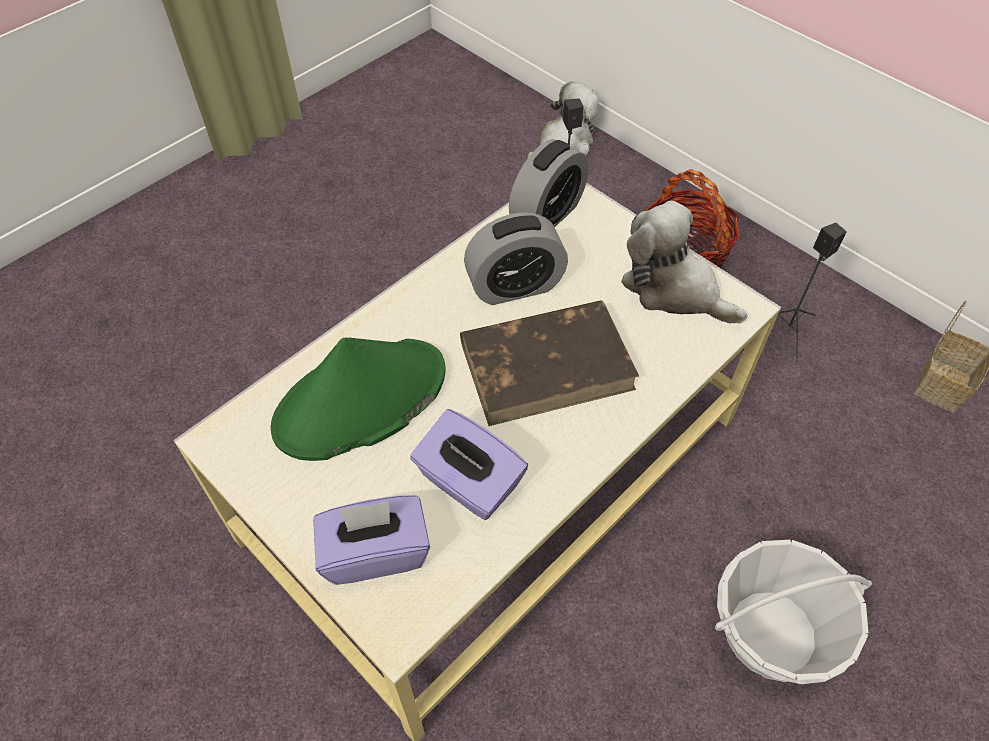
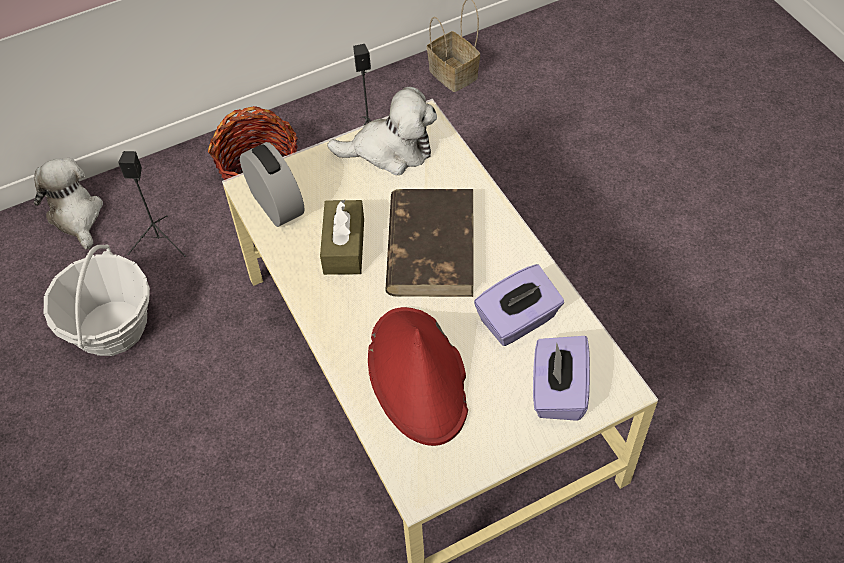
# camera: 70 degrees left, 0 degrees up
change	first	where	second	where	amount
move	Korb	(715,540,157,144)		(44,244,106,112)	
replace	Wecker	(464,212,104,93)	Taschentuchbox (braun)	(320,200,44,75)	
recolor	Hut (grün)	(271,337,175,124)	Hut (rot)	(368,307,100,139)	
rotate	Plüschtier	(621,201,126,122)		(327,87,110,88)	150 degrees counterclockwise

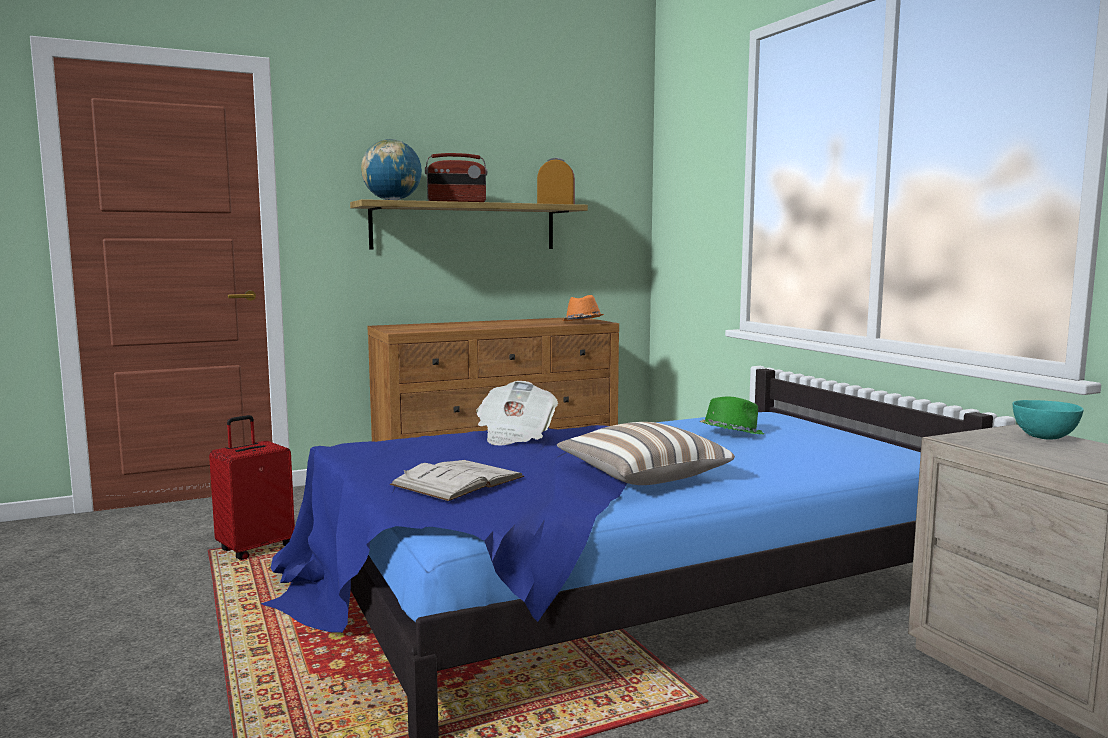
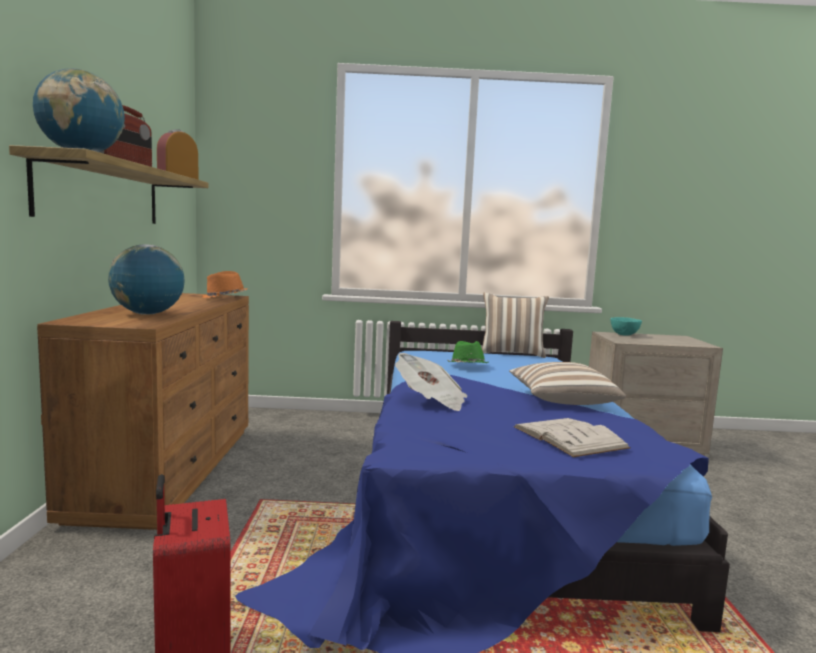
# camera: 65 degrees left, 0 degrees up
change	first	where	second	where	amount
insert			Globus	(108,244,77,71)	
insert			Kissen	(482,292,67,66)	

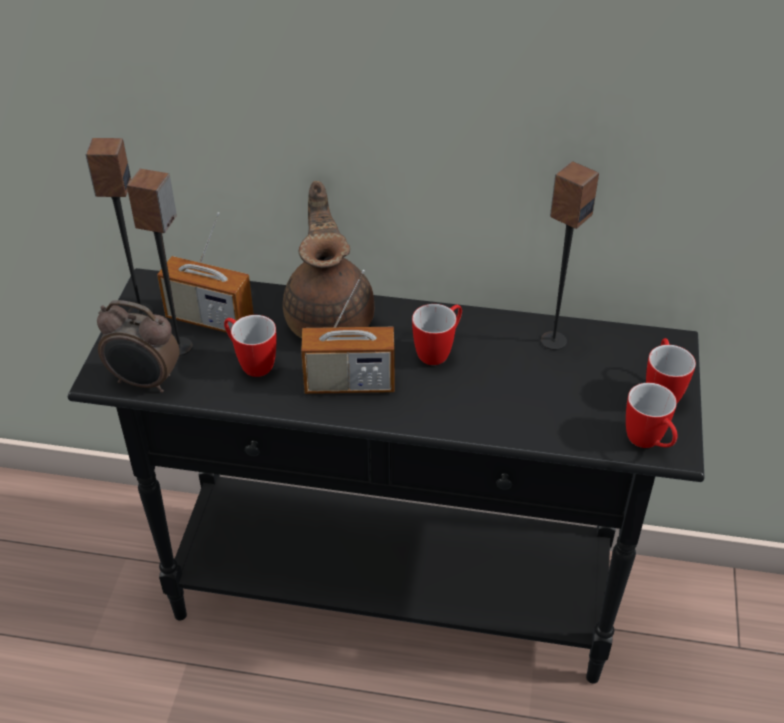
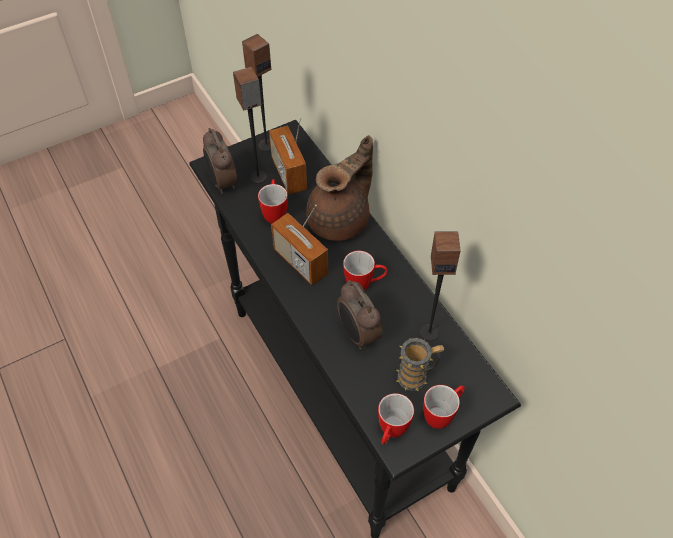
# camera: 50 degrees right, 10 degrees up
change	first	where	second	where	amount
insert			Wecker	(337,280,45,69)	
insert			Henkelbecher	(396,338,48,54)	

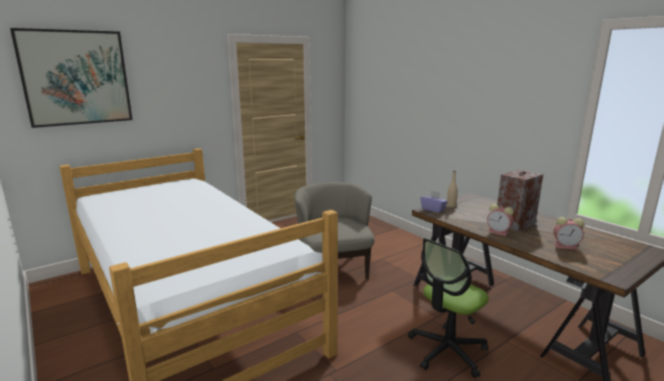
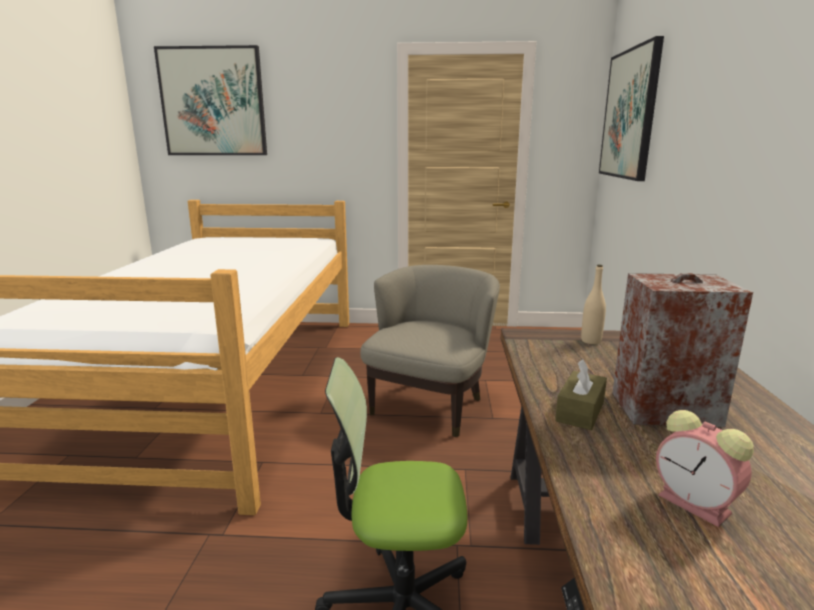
# camera: 40 degrees right, 0 degrees up
change	first	where	second	where	amount
delete	Taschentuchbox (lila)	(420,191,28,22)			
insert			Bild	(599,36,65,145)	
replace	Wecker	(487,204,27,32)	Taschentuchbox (braun)	(555,360,52,70)	

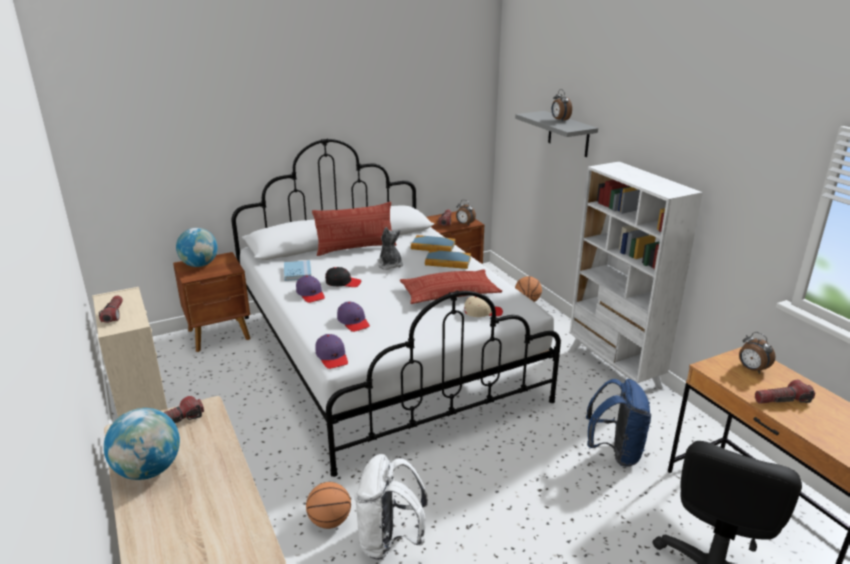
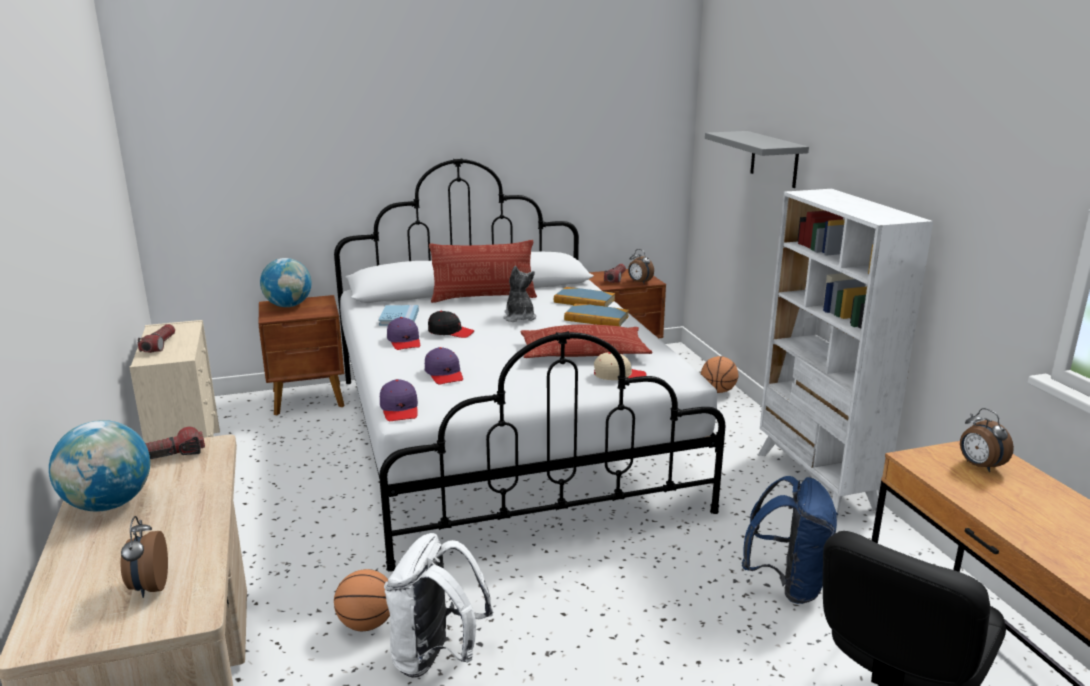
# camera: 10 degrees right, 5 degrees down
change	first	where	second	where	amount
delete	Taschenlampe	(755,380,60,24)			
move	Wecker	(552,89,20,33)		(121,516,47,82)	

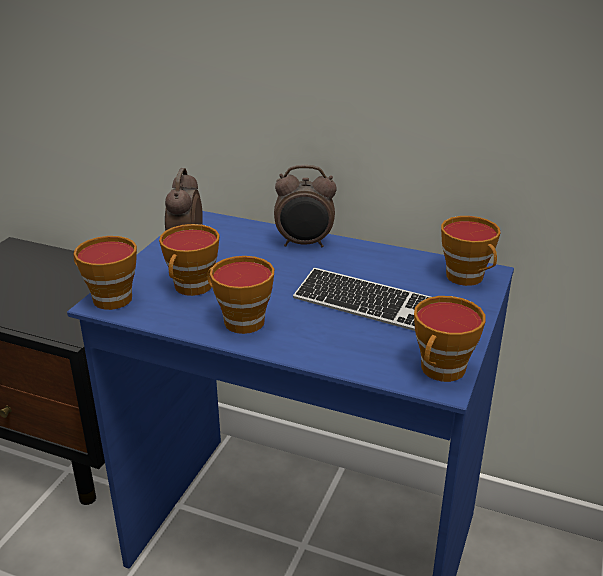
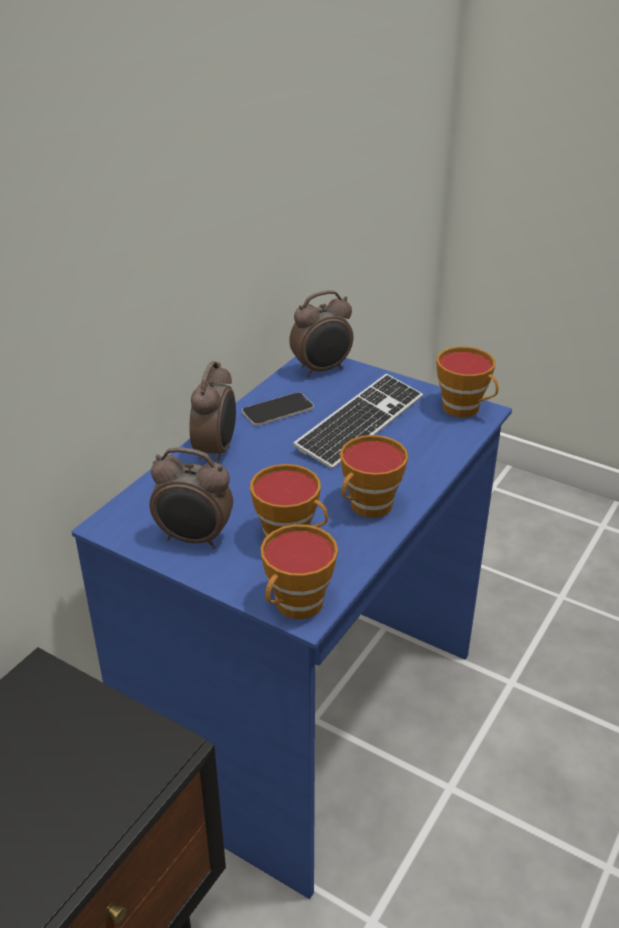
# camera: 80 degrees left, 5 degrees up
change	first	where	second	where	amount
insert			Handy	(242,392,72,34)	
replace	Tasse	(441,216,60,70)	Wecker	(289,290,64,87)	

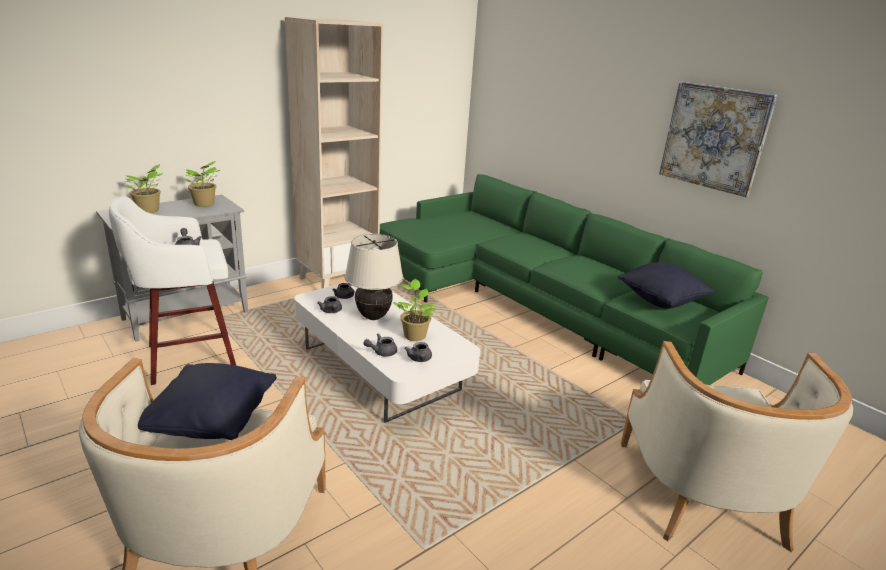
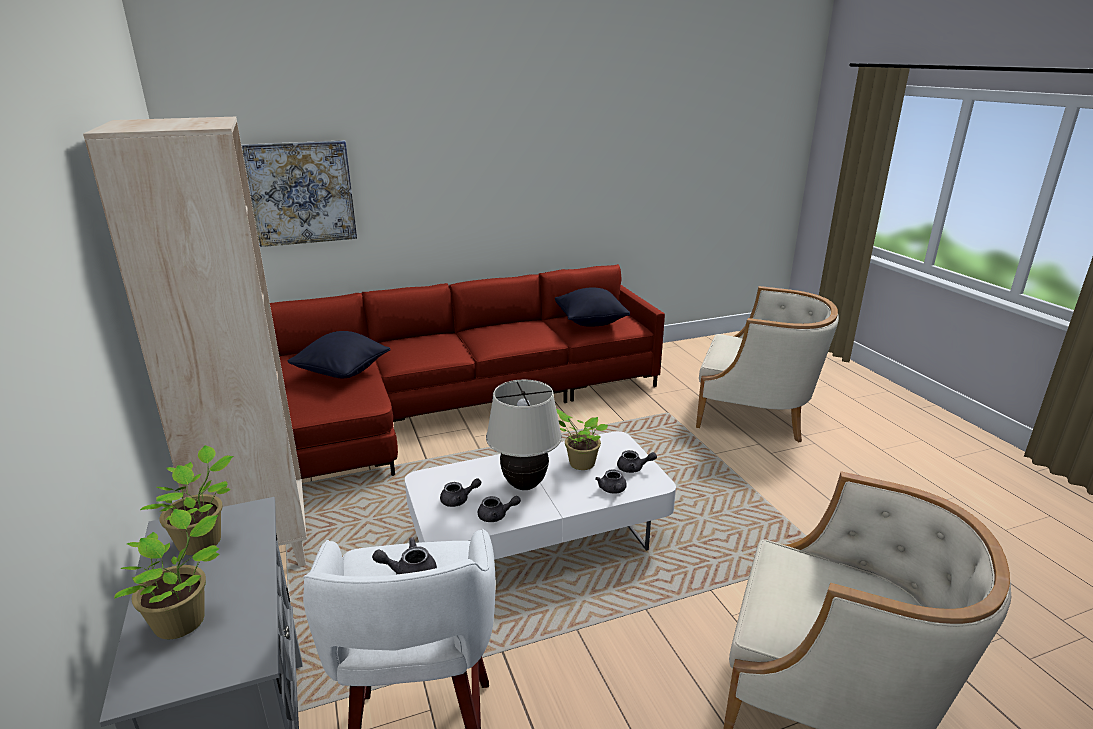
# camera: 70 degrees left, 0 degrees up
change	first	where	second	where	amount
move	Kissen (schwarz)	(138,363,139,77)		(288,331,103,47)	
move	Bild	(659,82,119,115)		(241,140,116,107)	
recolor	Sofa (grün)	(380,174,389,211)	Sofa (rot)	(270,264,395,215)	

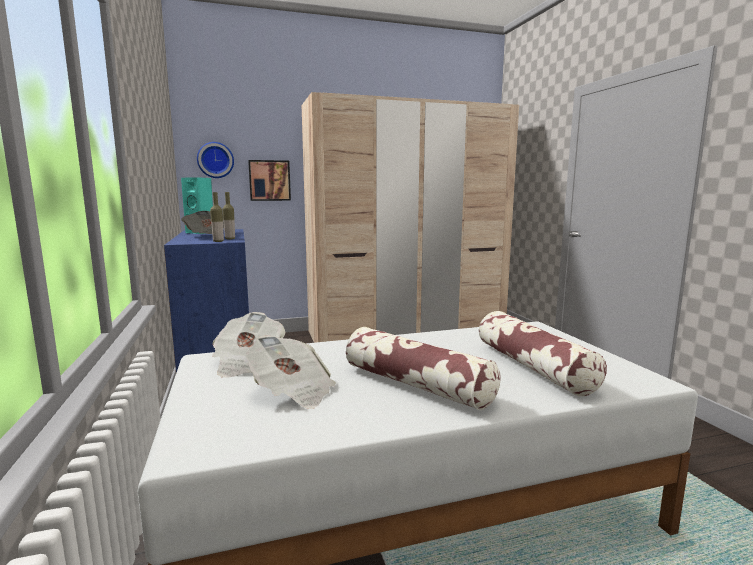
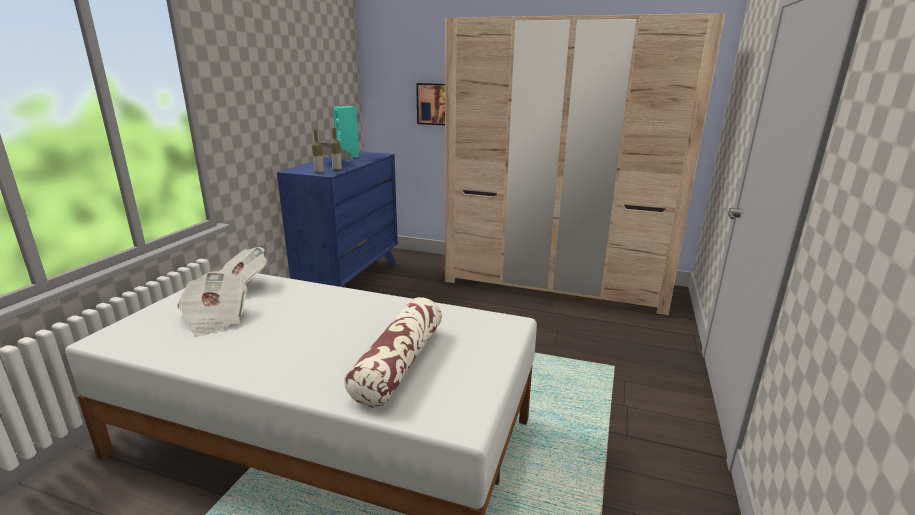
# camera: 35 degrees right, 10 degrees up
change	first	where	second	where	amount
delete	Wanduhr	(197,142,37,36)			
delete	Kissen	(346,327,154,83)			

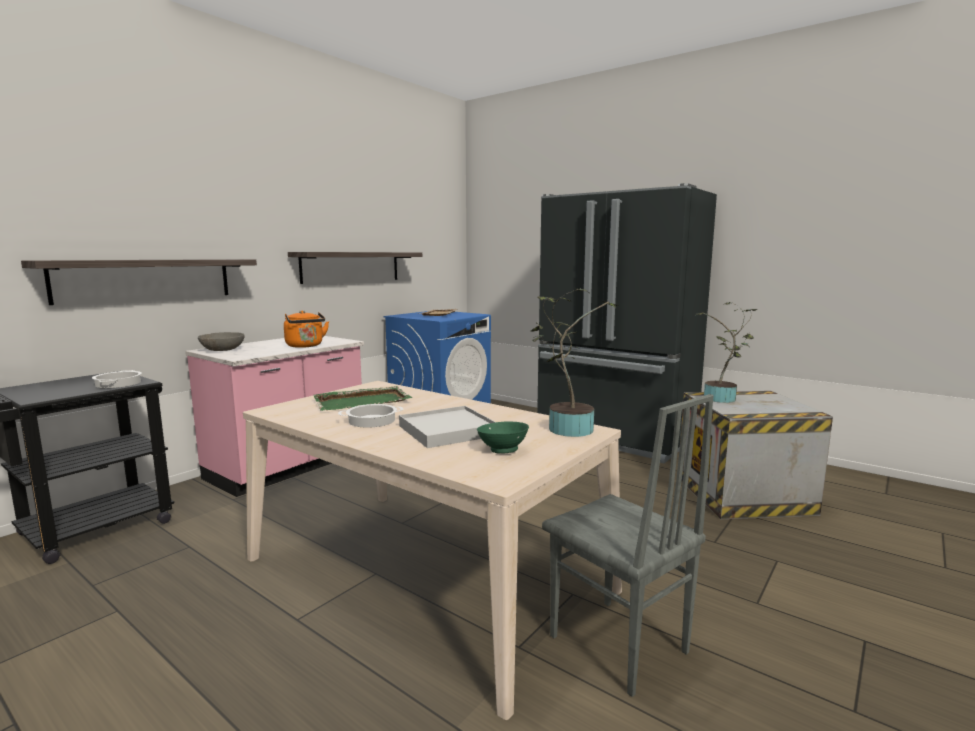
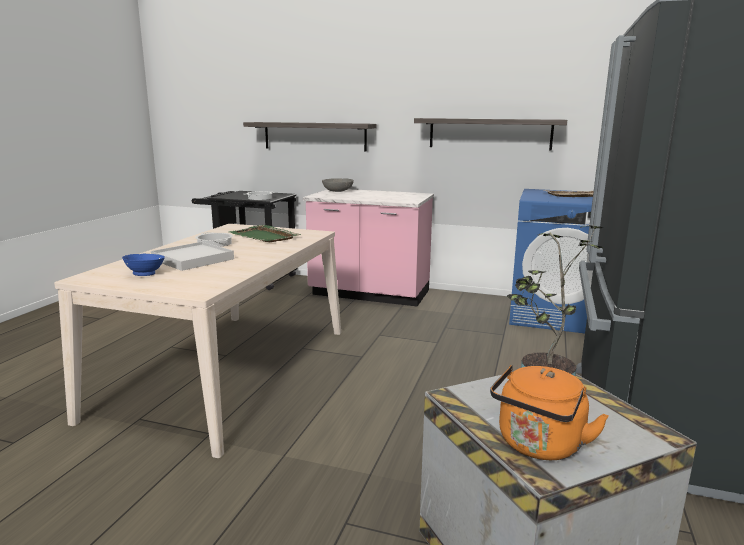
# camera: 70 degrees right, 5 degrees up
change	first	where	second	where	amount
delete	Topfpflanze	(531,288,87,149)			
delete	Stuhl (grau)	(542,394,172,303)			
move	Wasserkessel (orange)	(284,310,45,38)		(490,365,119,95)	
recolor	Schüssel (grün)	(477,421,52,33)	Schüssel (blau)	(122,254,43,22)	

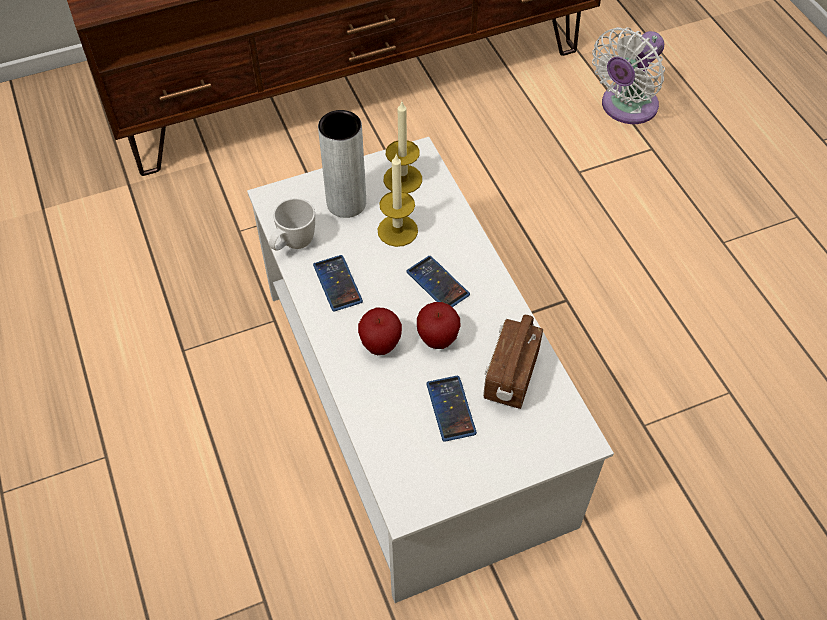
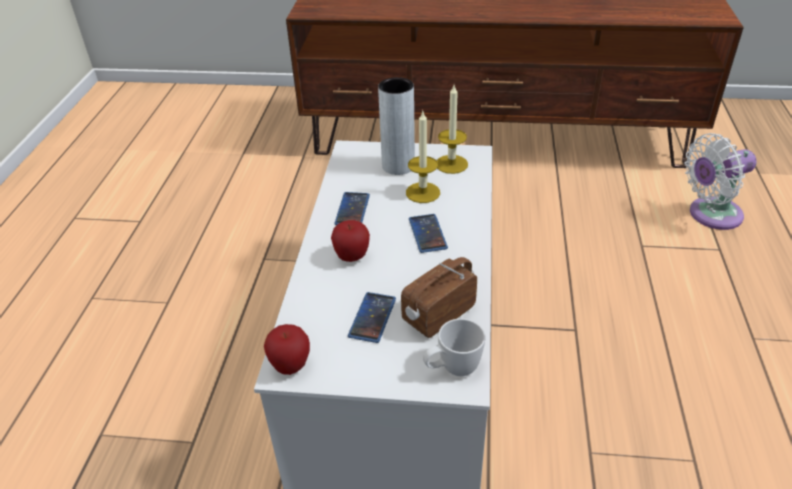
# camera: 30 degrees right, 15 degrees down
change	first	where	second	where	amount
move	Henkelbecher (weiß)	(269,198,46,53)		(423,319,63,57)	
move	Apfel	(417,302,44,47)		(264,324,46,51)	

